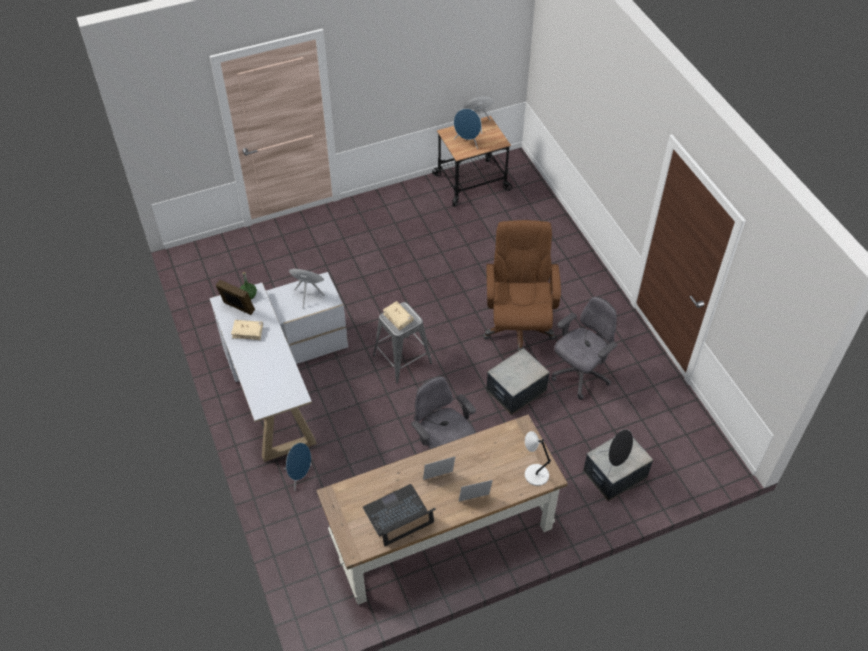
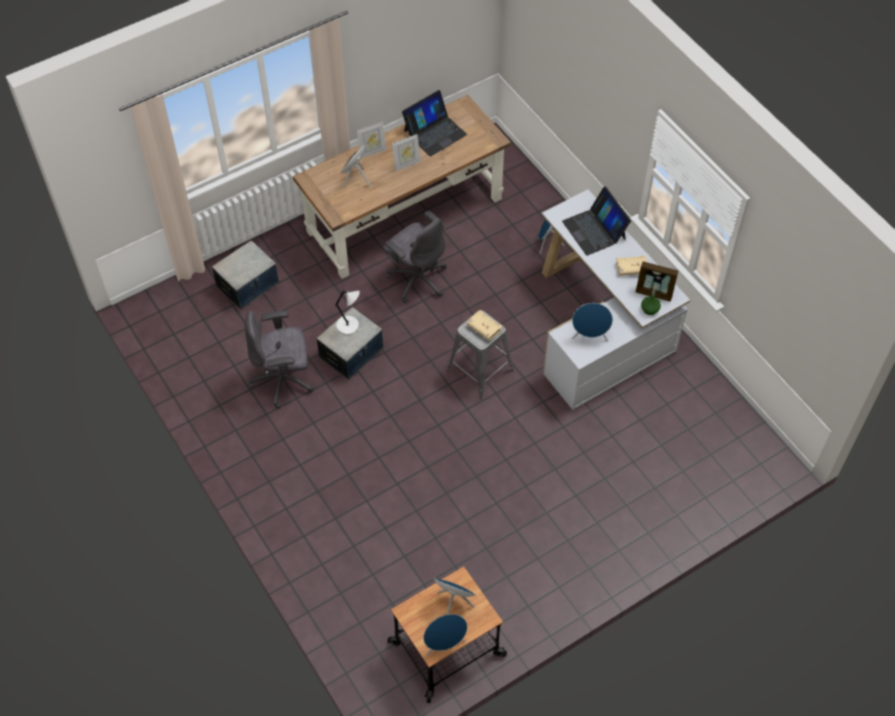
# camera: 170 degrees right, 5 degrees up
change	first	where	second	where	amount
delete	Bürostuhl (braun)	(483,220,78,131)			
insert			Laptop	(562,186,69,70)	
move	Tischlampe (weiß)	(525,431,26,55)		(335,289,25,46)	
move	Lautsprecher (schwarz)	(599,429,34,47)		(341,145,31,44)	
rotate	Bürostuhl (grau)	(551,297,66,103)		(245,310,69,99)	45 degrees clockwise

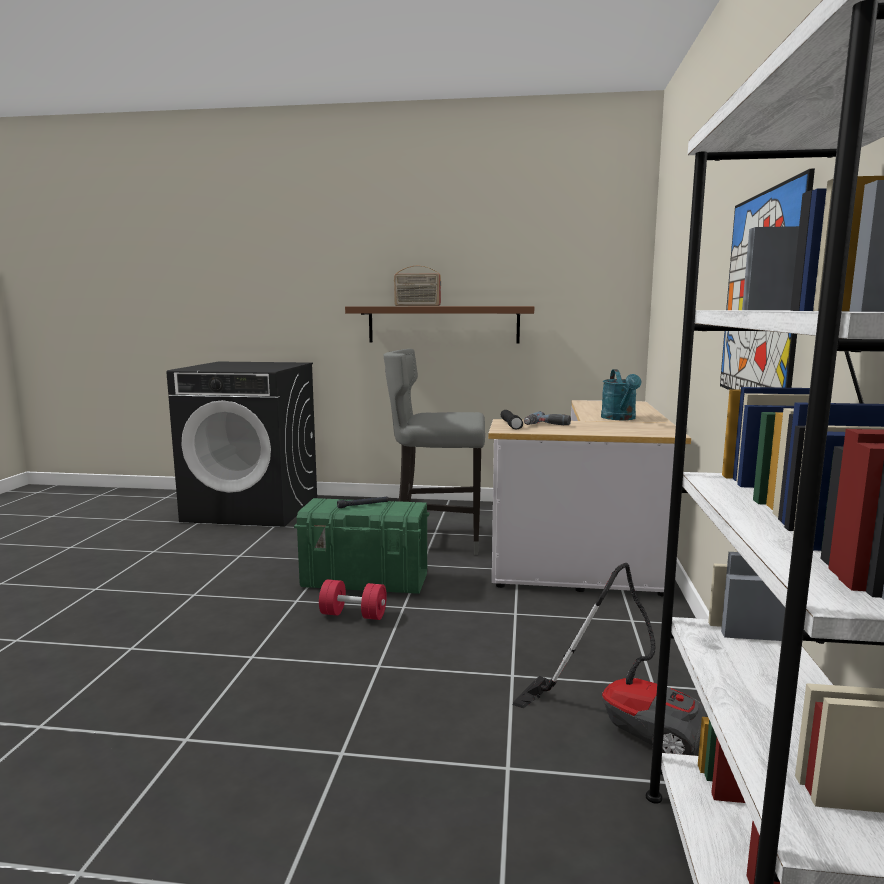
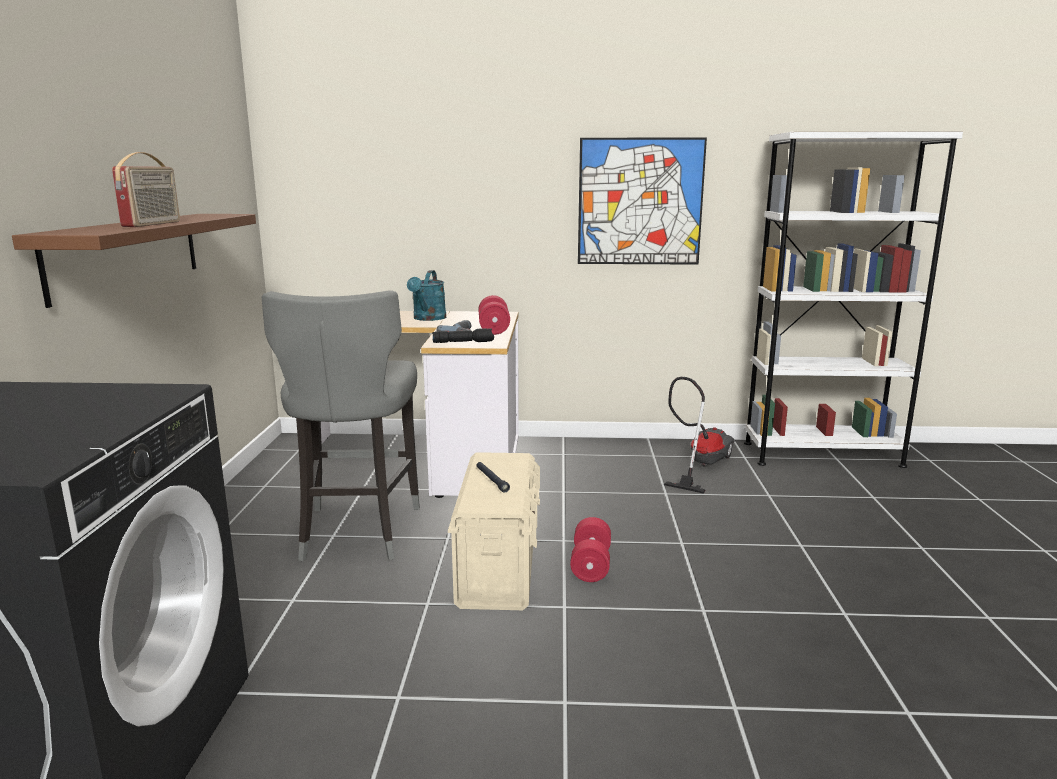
# camera: 95 degrees left, 5 degrees up
change	first	where	second	where	amount
insert			Hantel (rot)	(478,295,32,40)	
recolor	Aufbewahrungsbox (grün)	(294,498,136,96)	Aufbewahrungsbox (beige)	(448,452,92,158)	
rotate	Gießkanne (türkis)	(601,369,41,51)		(407,270,39,51)	105 degrees clockwise

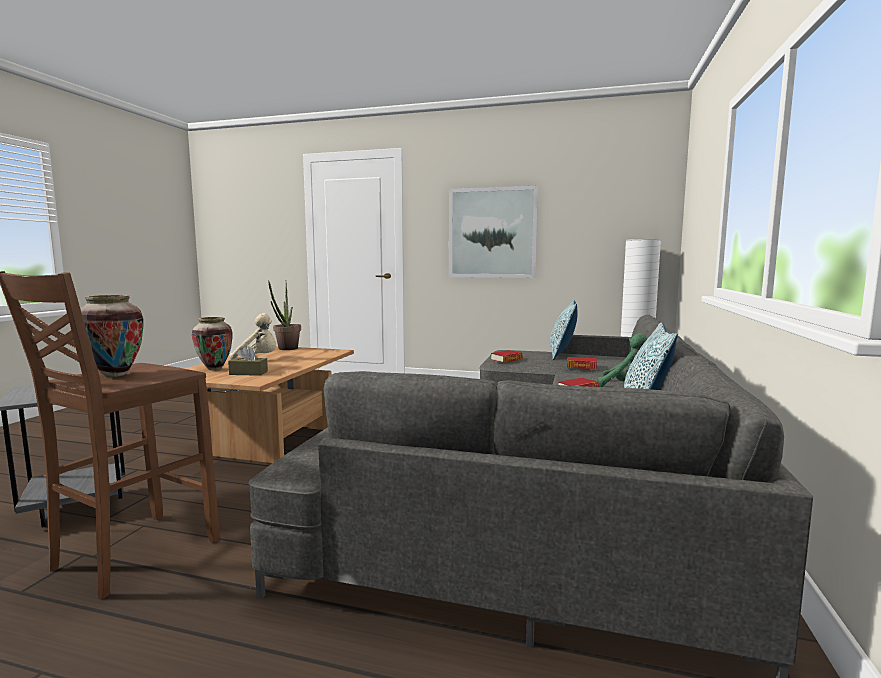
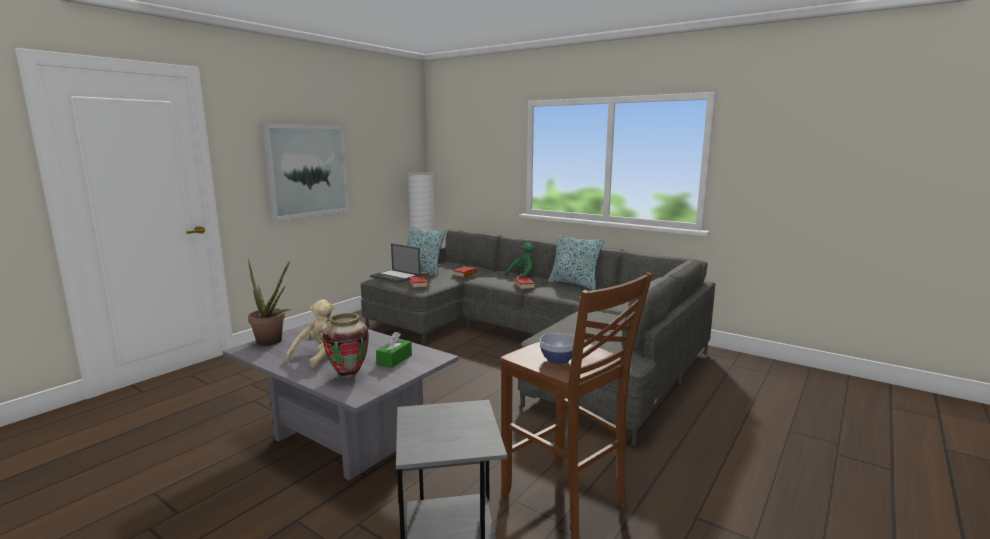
# camera: 70 degrees left, 5 degrees up
change	first	where	second	where	amount
insert			Laptop	(370,244,50,39)	
replace	Vase	(80,295,63,82)	Schüssel	(540,333,35,32)	
recolor	Couchtisch (braun)	(184,346,170,117)	Couchtisch (grau)	(222,323,237,158)	
recolor	Taschentuchbox (braun)	(228,346,40,30)	Taschentuchbox (grün)	(376,332,36,36)	

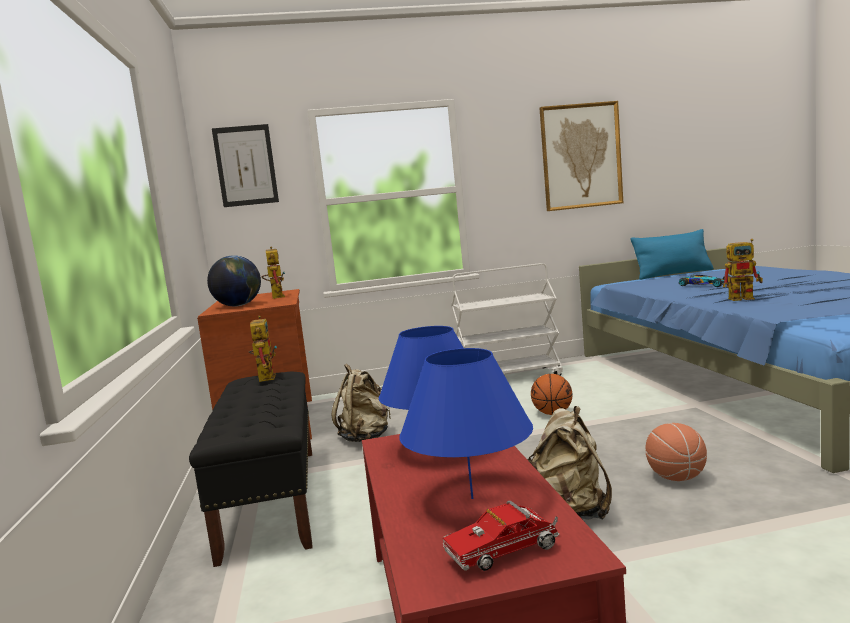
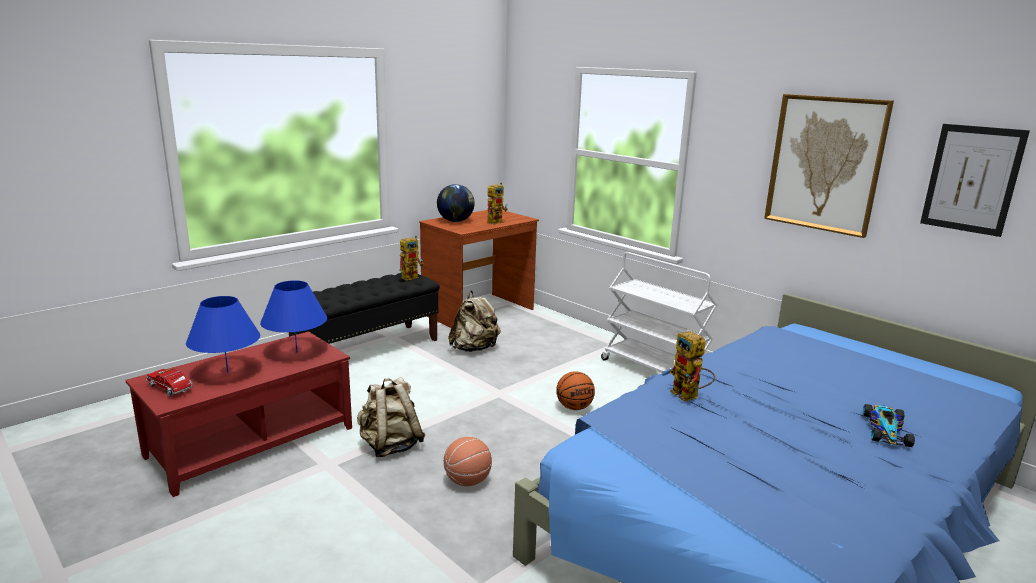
# camera: 55 degrees right, 10 degrees up
change	first	where	second	where	amount
delete	Kissen (blau)	(631,229,83,51)			
move	Bild	(212,124,67,83)		(920,124,110,113)	
move	Spielzeugauto	(679,275,52,12)		(863,404,52,43)	

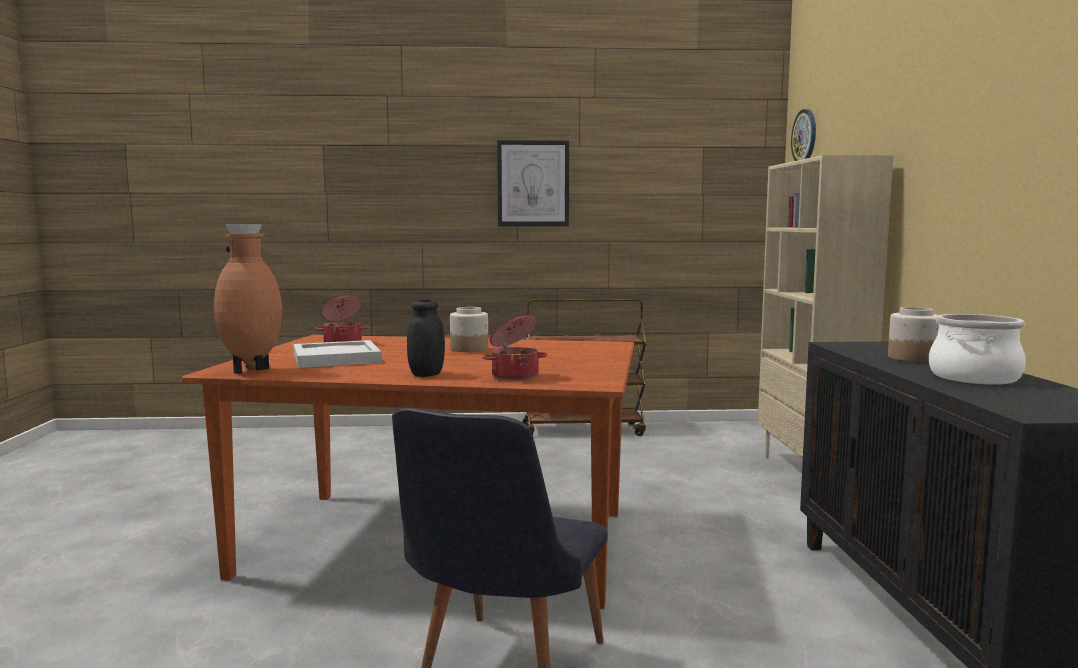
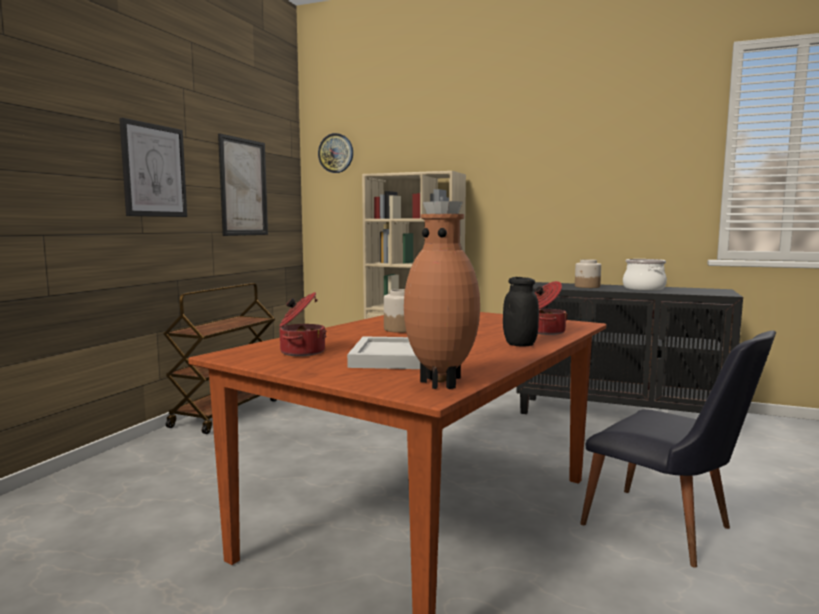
# camera: 65 degrees left, 0 degrees up
change	first	where	second	where	amount
insert			Bild	(218,133,50,103)	

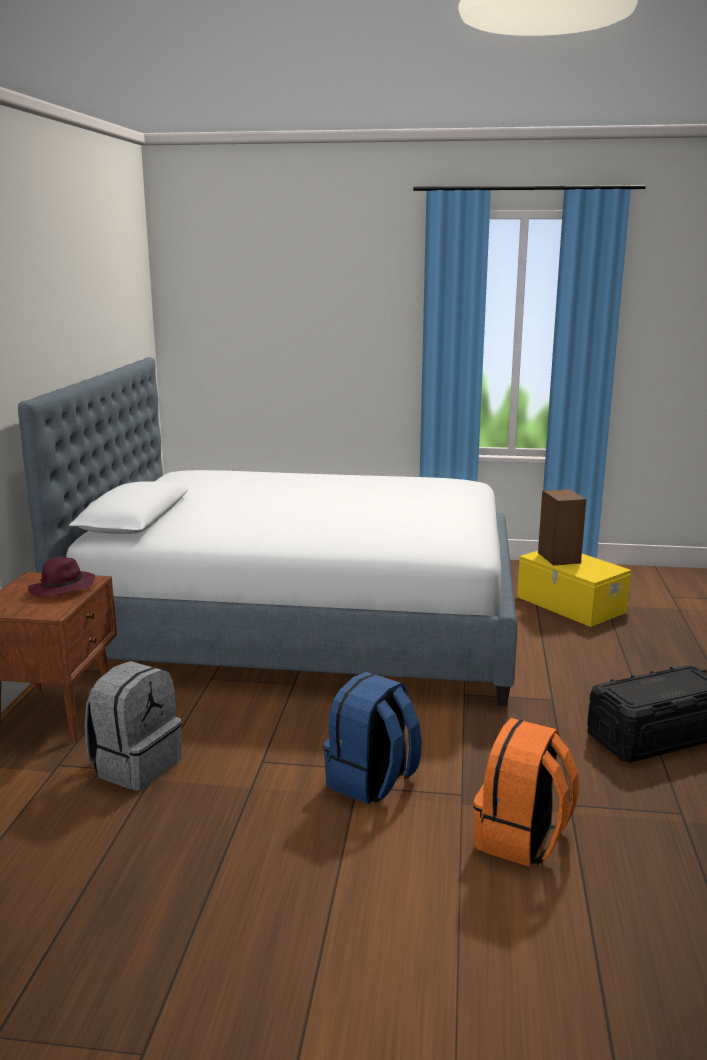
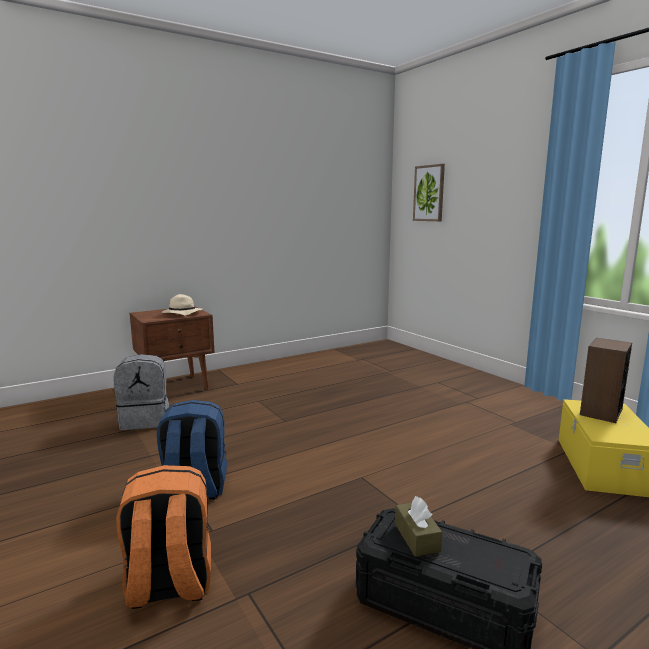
# camera: 50 degrees right, 5 degrees down
change	first	where	second	where	amount
delete	Bett	(18,357,499,349)			
insert			Taschentuchbox (braun)	(395,496,47,61)	
insert			Bild	(413,164,32,57)	
recolor	Hut (lila)	(28,556,67,40)	Hut (beige)	(162,294,40,22)	

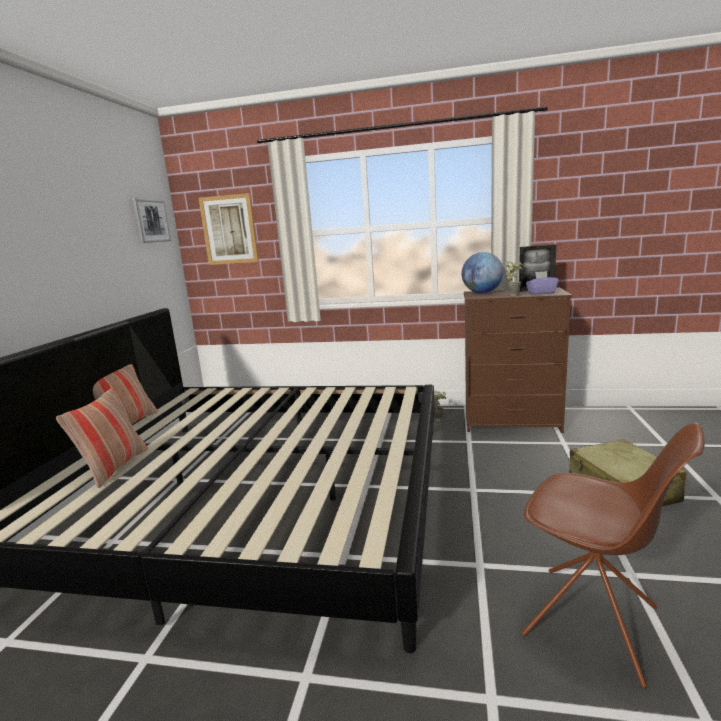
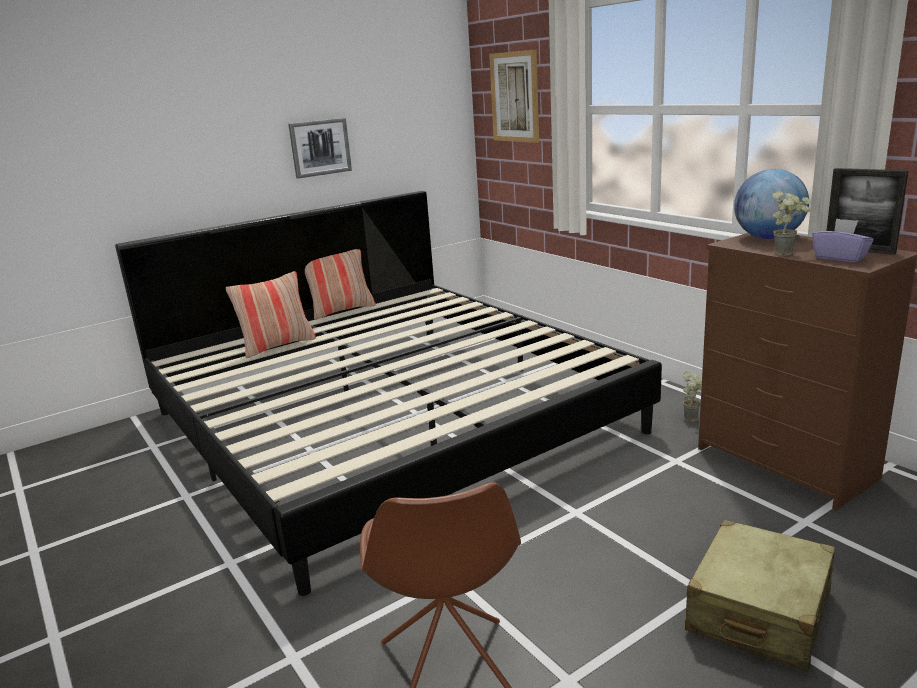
# camera: 45 degrees right, 5 degrees up
change	first	where	second	where	amount
move	Bild	(132,198,39,45)		(288,118,64,60)	

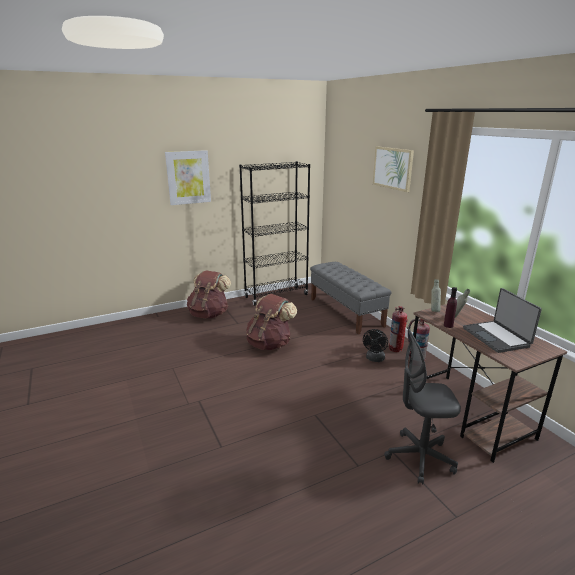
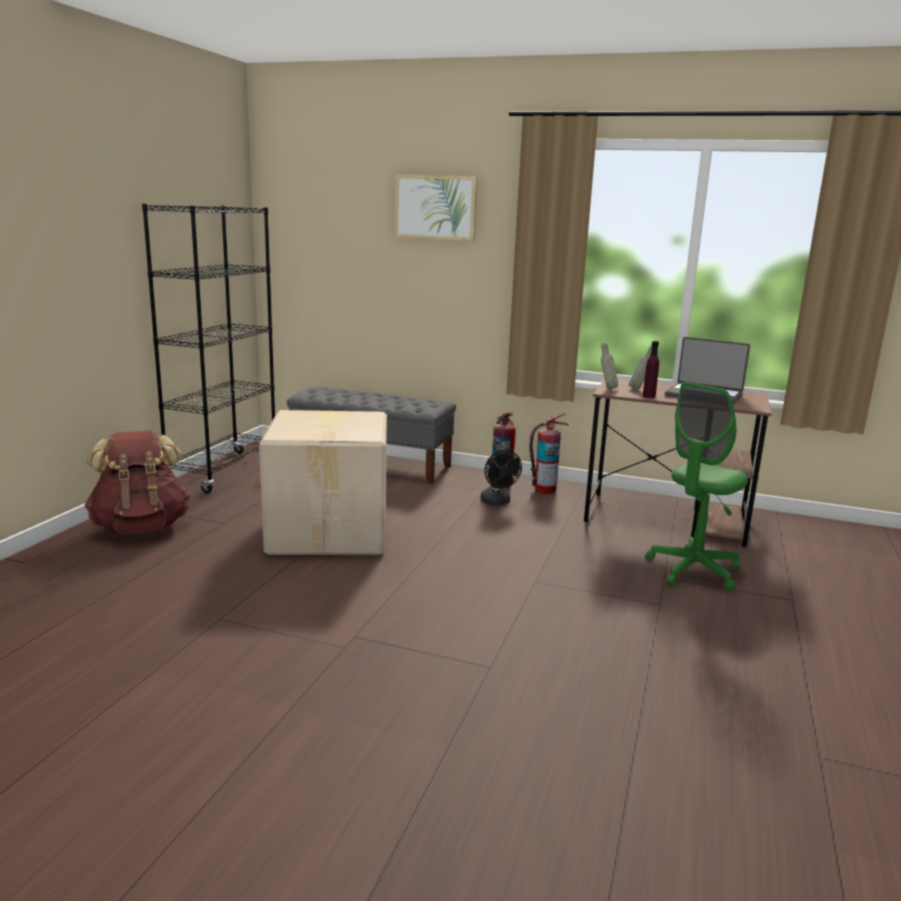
# camera: 45 degrees left, 5 degrees down
change	first	where	second	where	amount
delete	Bild	(165,150,46,55)			
replace	Rucksack (braun)	(246,294,51,56)	Karton	(259,410,128,145)	
recolor	Bürostuhl (grau)	(384,327,77,158)	Bürostuhl (grün)	(645,382,103,209)	

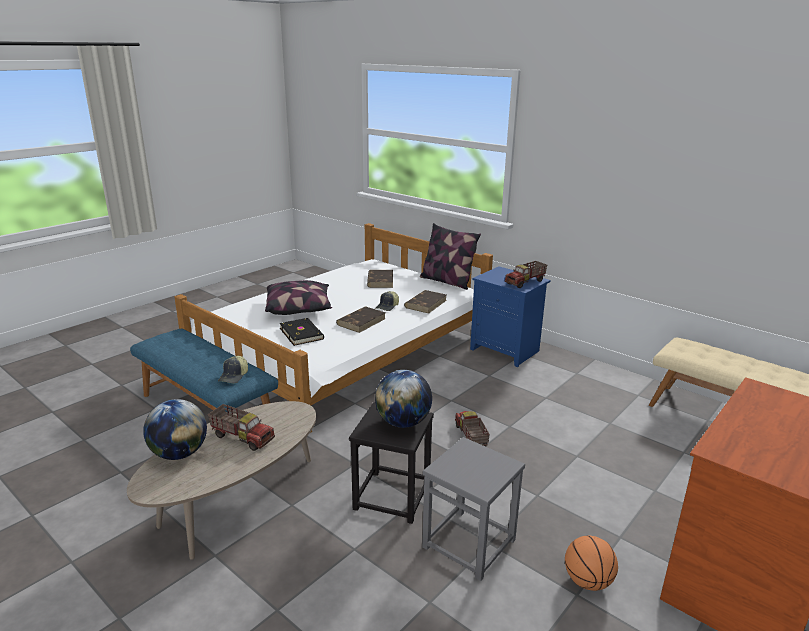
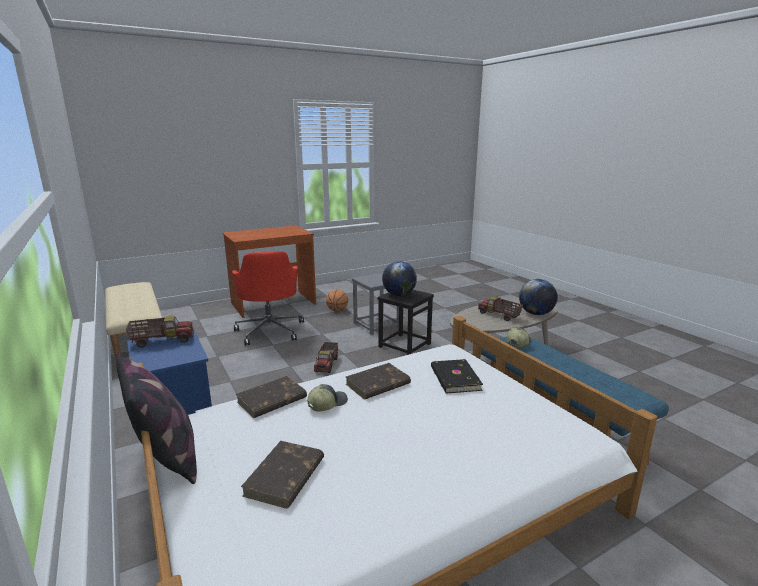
# camera: 160 degrees left, 5 degrees down
change	first	where	second	where	amount
delete	Kissen	(265,280,67,35)			
insert			Bürostuhl (rot)	(232,251,72,95)	

